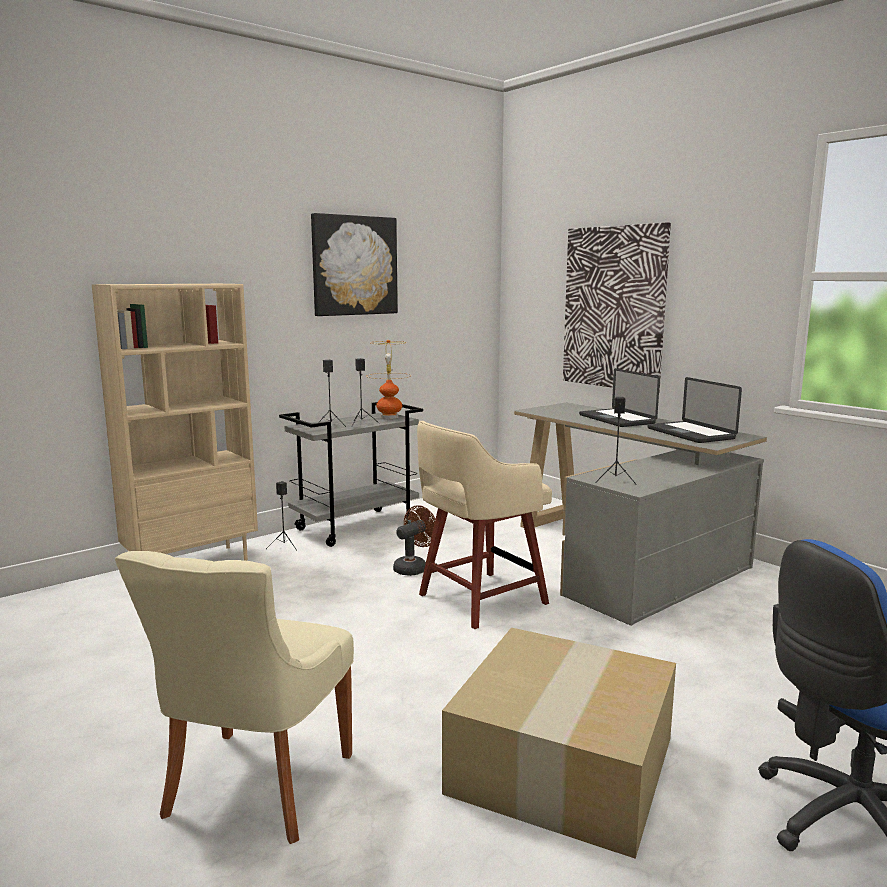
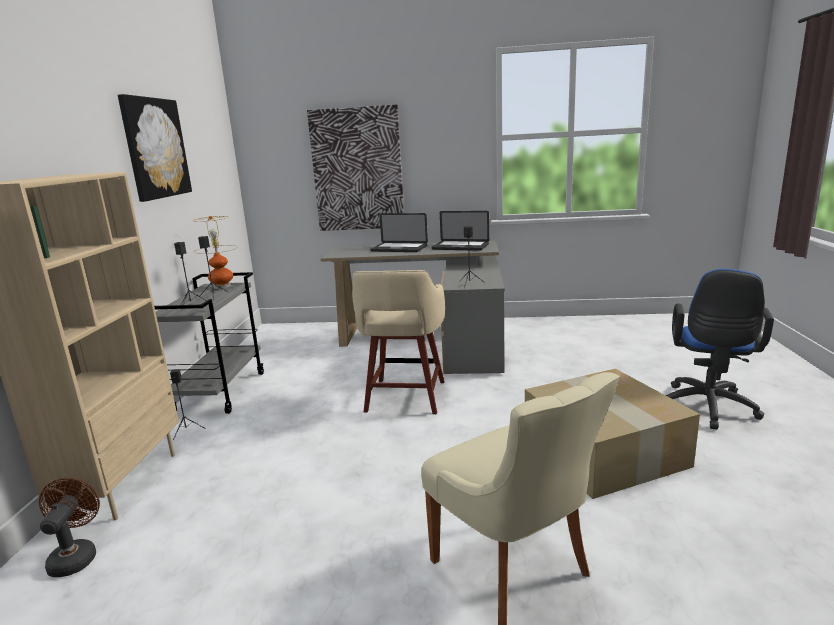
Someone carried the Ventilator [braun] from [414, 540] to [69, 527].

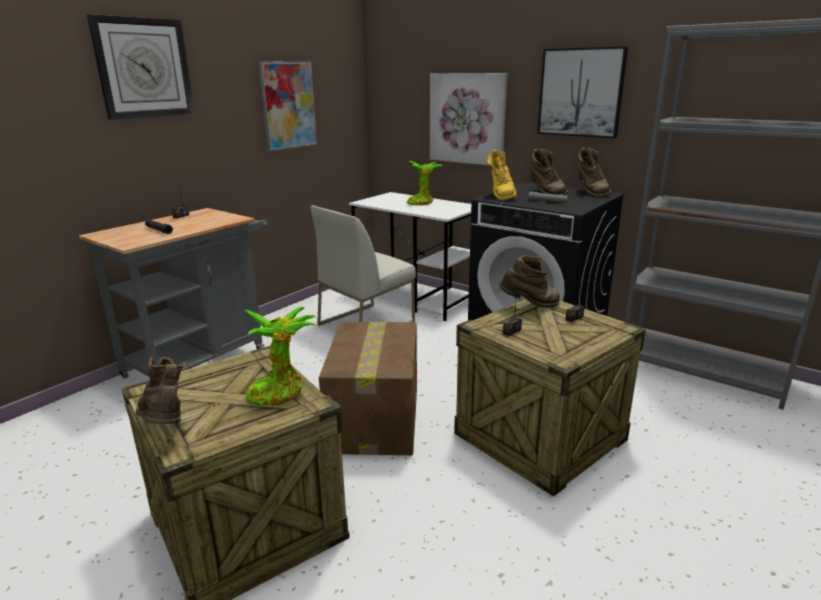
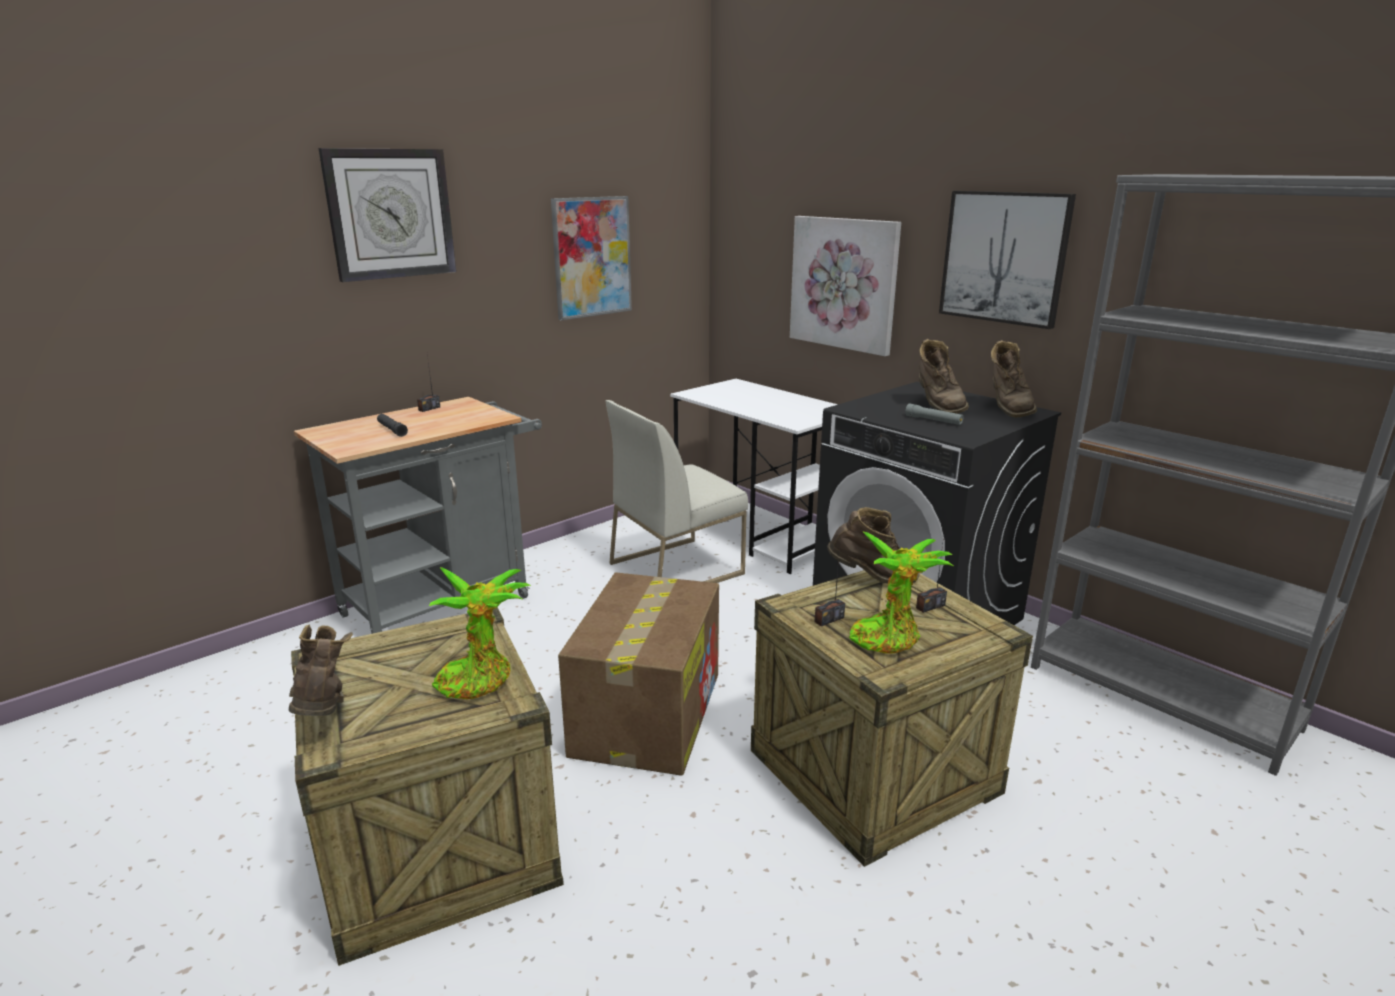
Someone carried the Topfpflanze from [424, 183] to [901, 592].
Someone took away the Stiefel [gelb] at [502, 175].

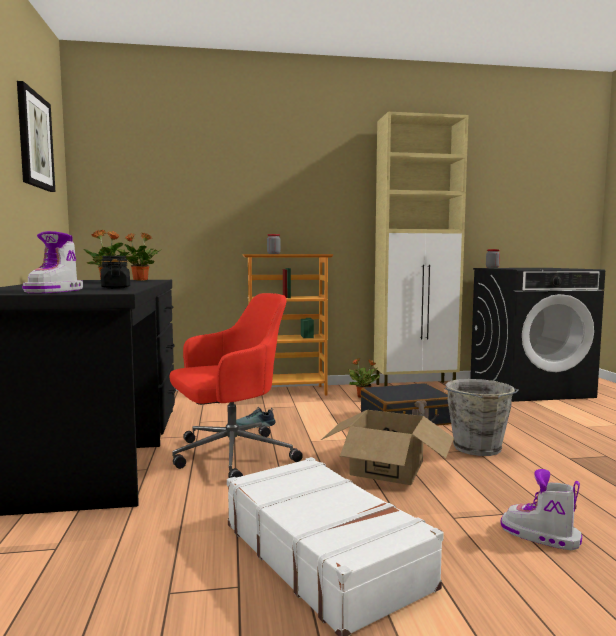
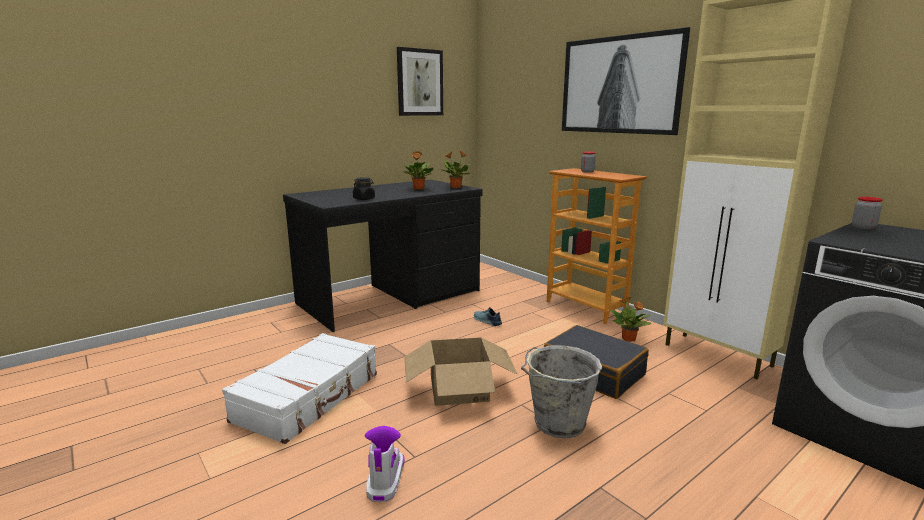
Someone put up the Bild at [626, 81].
Someone took away the Stiefel at [52, 262].
Someone took away the Bürostuhl [rot] at [236, 385].

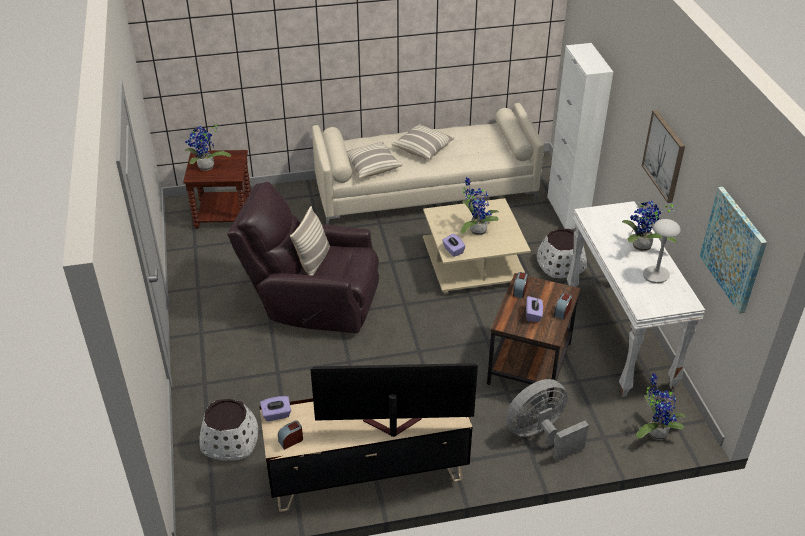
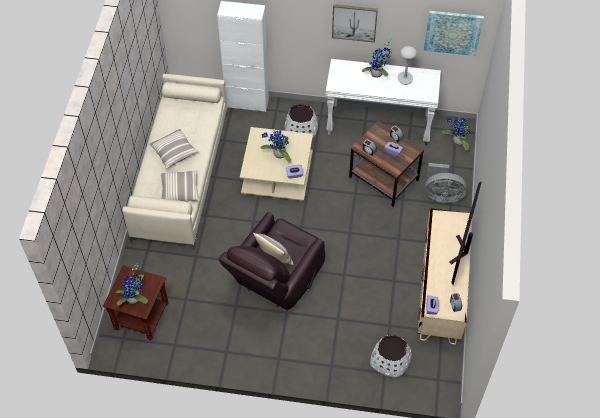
Someone rotated the Ventilator [grau] at [547, 420] by 75 degrees counterclockwise.

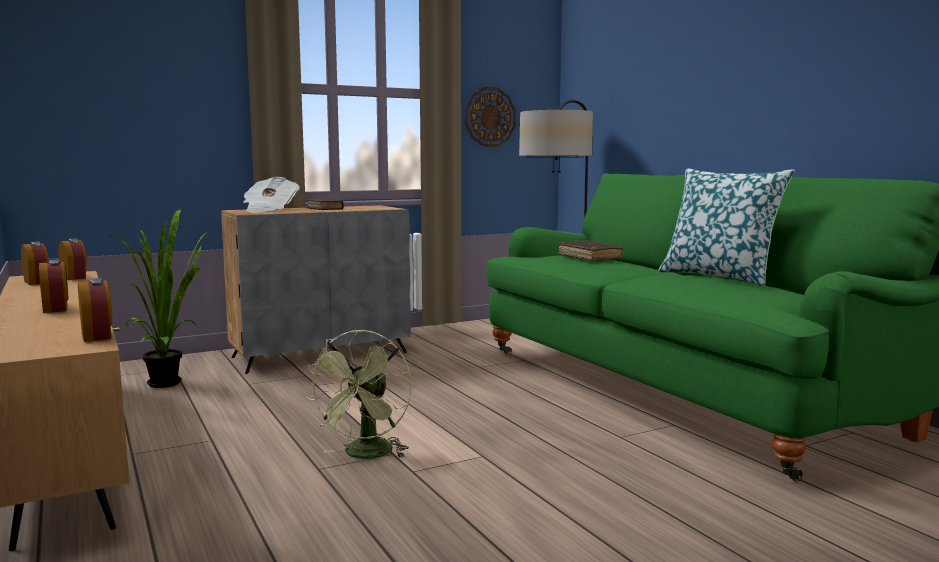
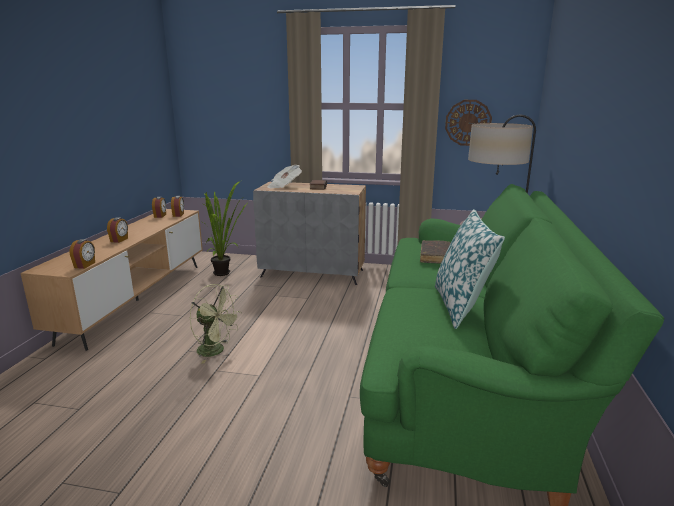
Someone rotated the Ventilator [grün] at [358, 394] by 120 degrees counterclockwise.

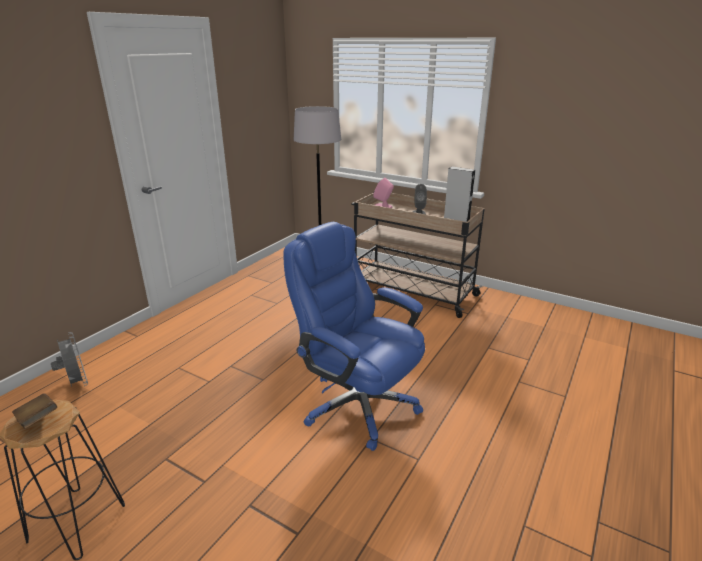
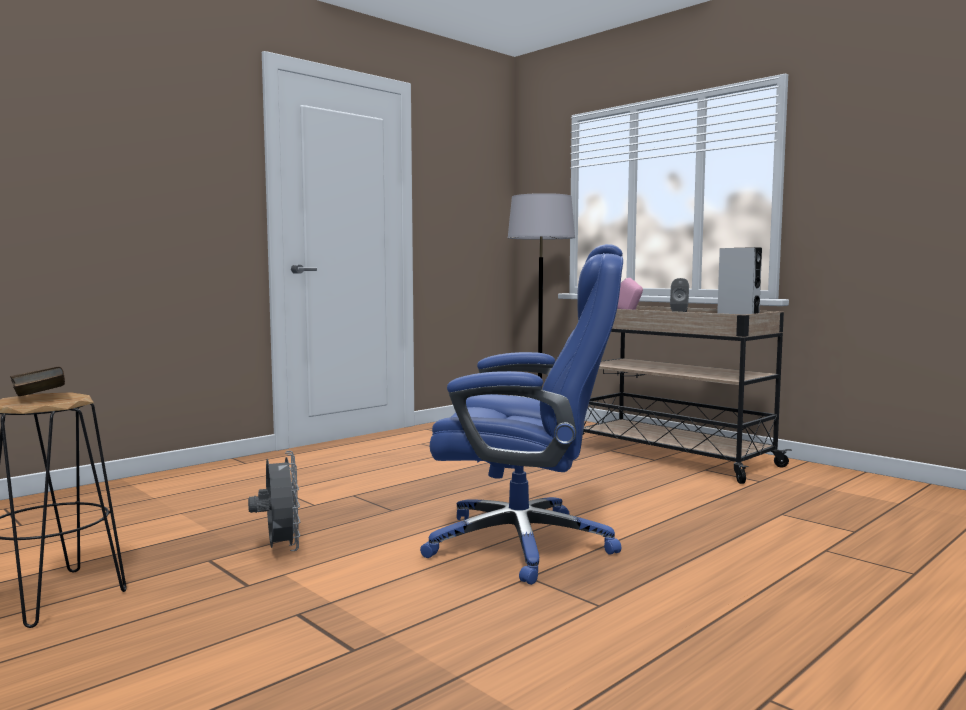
Someone carried the Ventilator [grau] from [69, 359] to [274, 501].
Someone rotated the Bürostuhl [blau] at [354, 336] by 135 degrees clockwise.

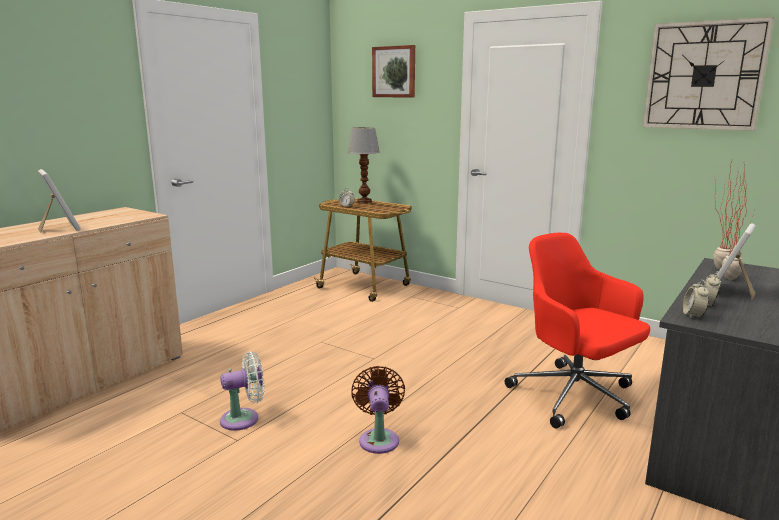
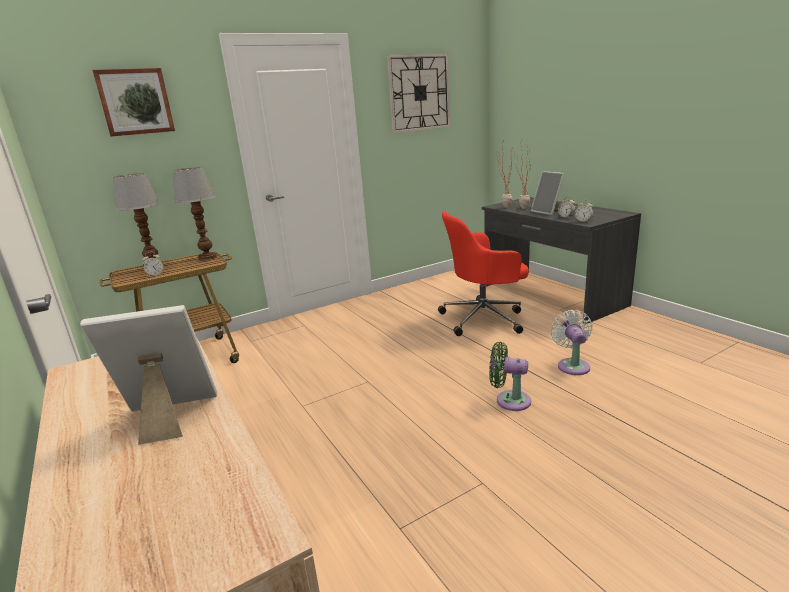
Someone put down the Tischlampe at [195, 213].
Someone repainted the Ventilator [braun] at [378, 410], which became the Ventilator [grün] at [510, 376].
Someone carried the Ventilator [weiß] from [242, 391] to [571, 342].

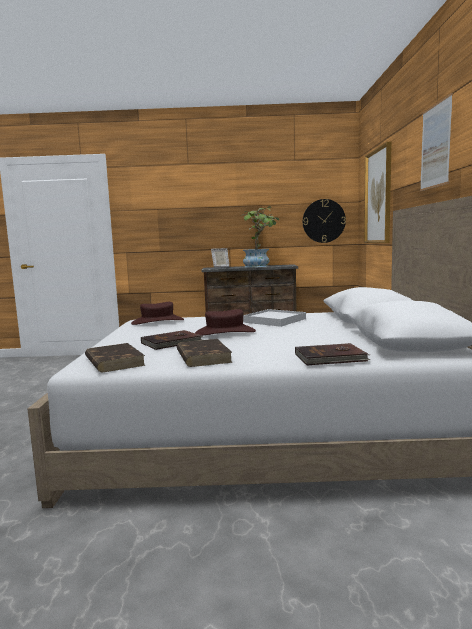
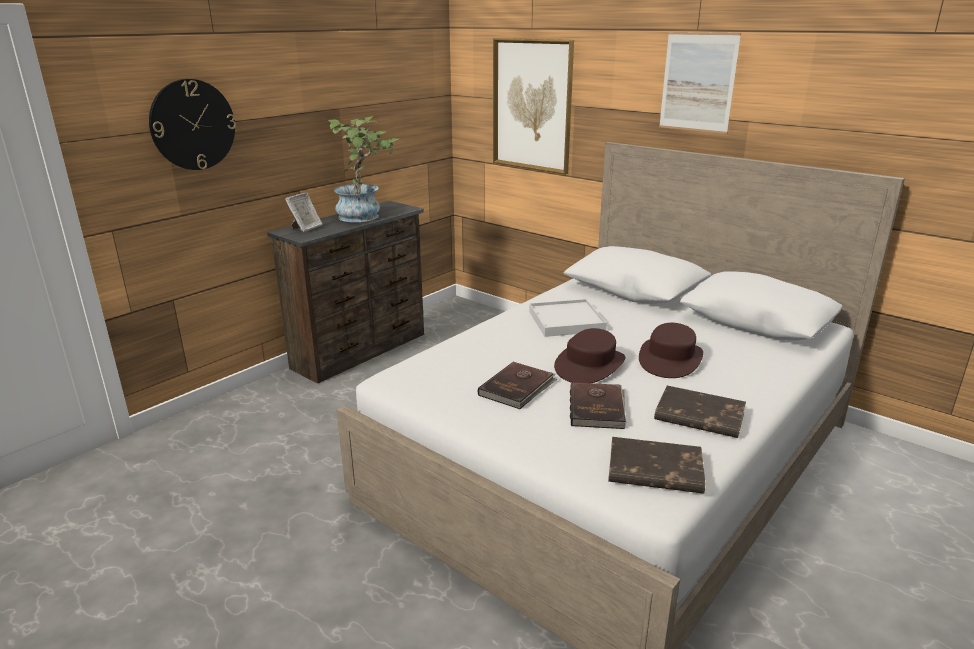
Someone carried the Wanduhr from [324, 221] to [192, 124].
Someone carried the Buch [braun] from [332, 354] to [517, 385].
Someone carried the Hut [braun] from [157, 313] to [671, 350].

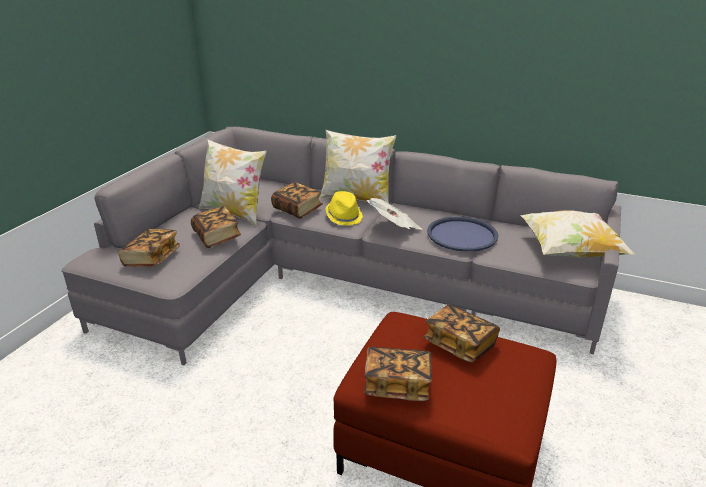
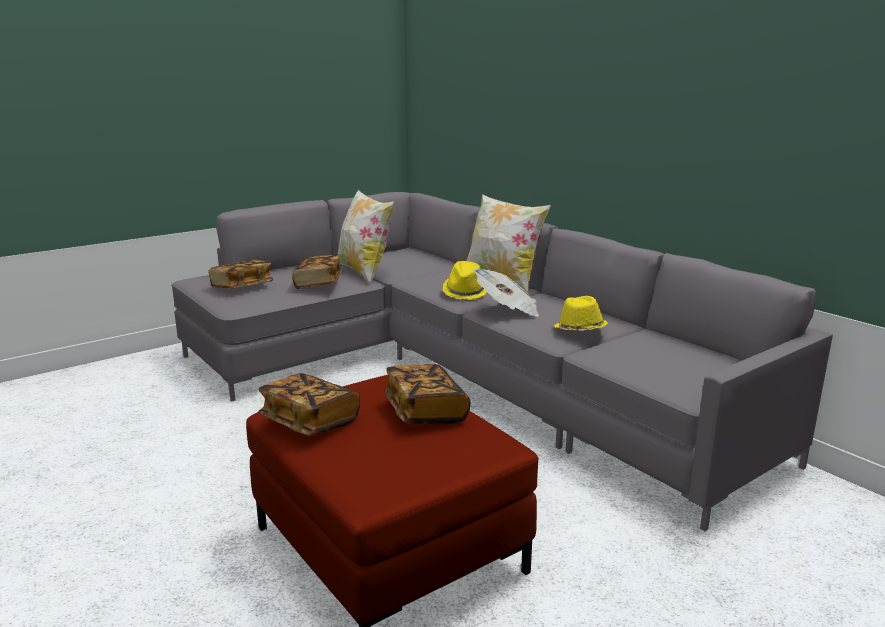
Someone swapped the Tablett [blau] at [462, 234] for the Hut [gelb] at [580, 313].
Someone took away the Buch at [297, 200].
Someone took away the Kissen at [577, 234].

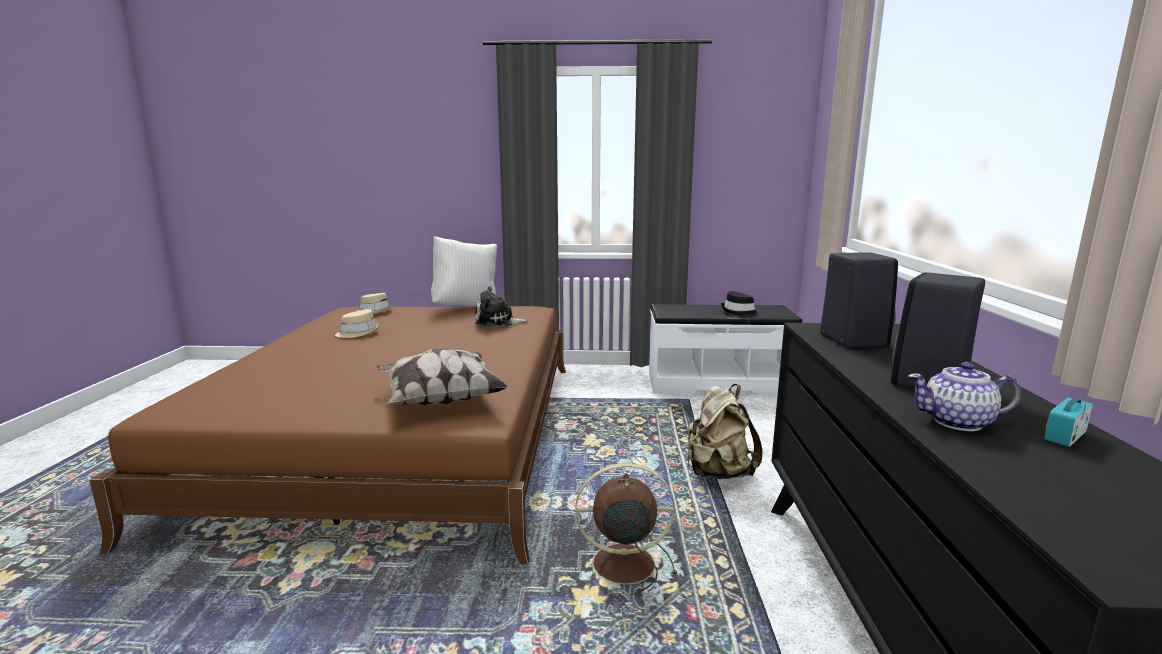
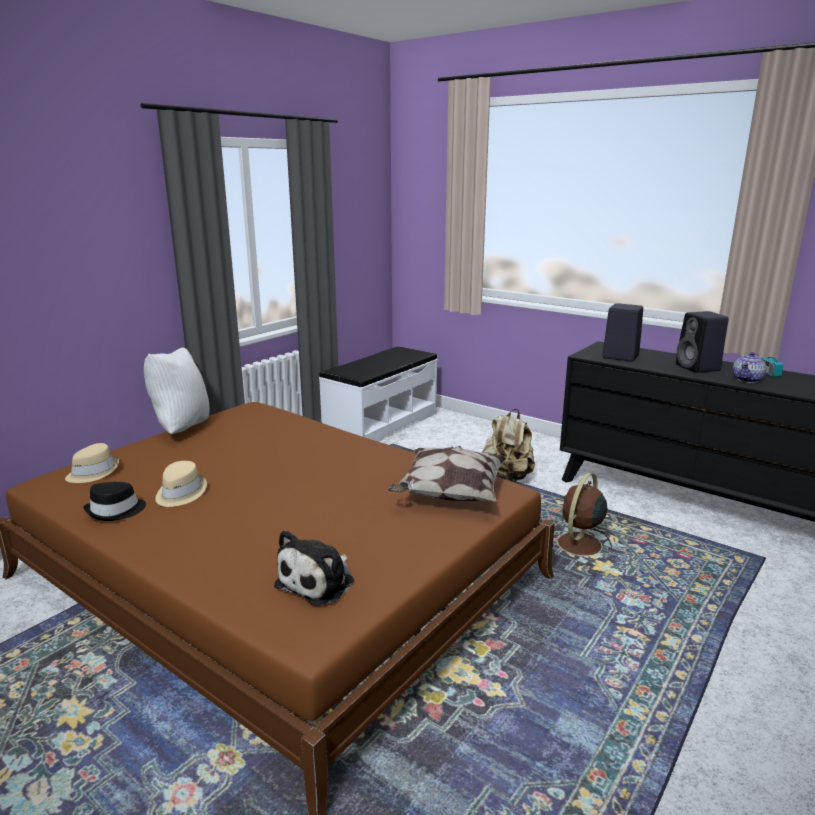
Someone carried the Hut [schwarz] from [740, 303] to [115, 501].
Someone carried the Plüschtier from [502, 306] to [314, 568].

